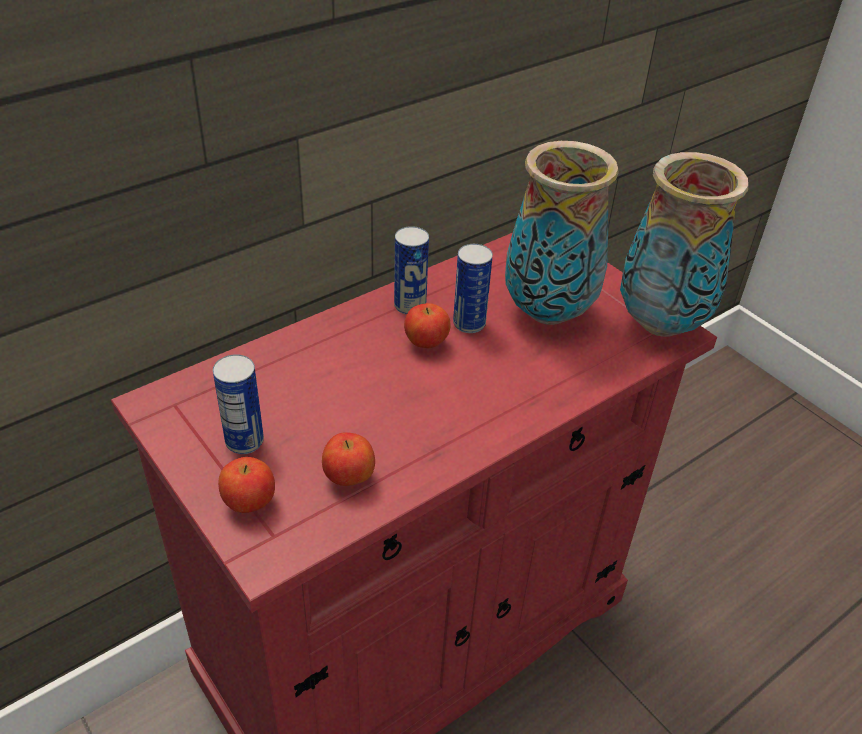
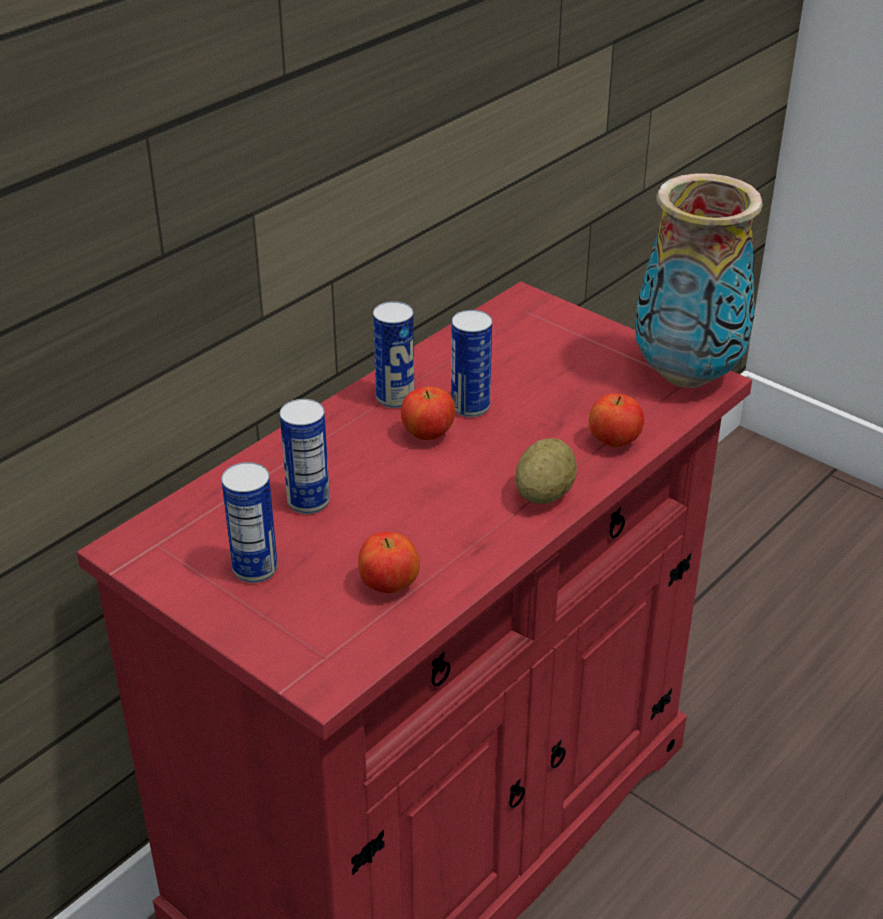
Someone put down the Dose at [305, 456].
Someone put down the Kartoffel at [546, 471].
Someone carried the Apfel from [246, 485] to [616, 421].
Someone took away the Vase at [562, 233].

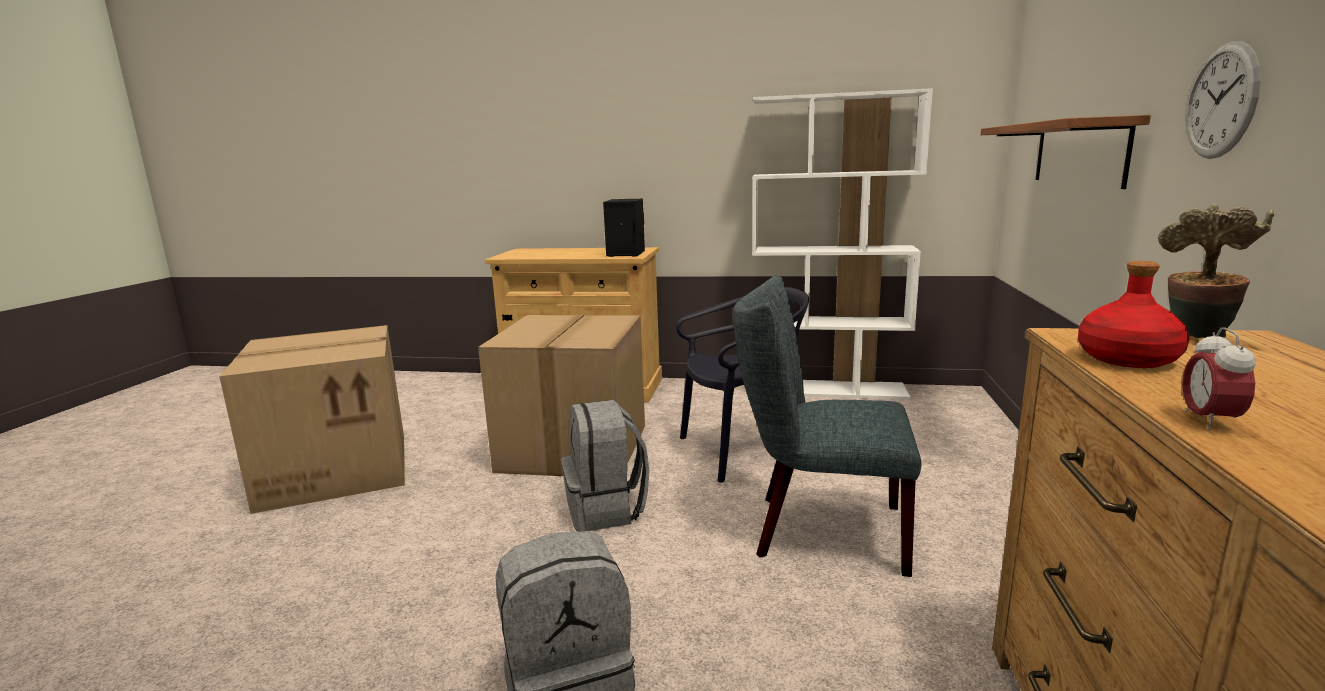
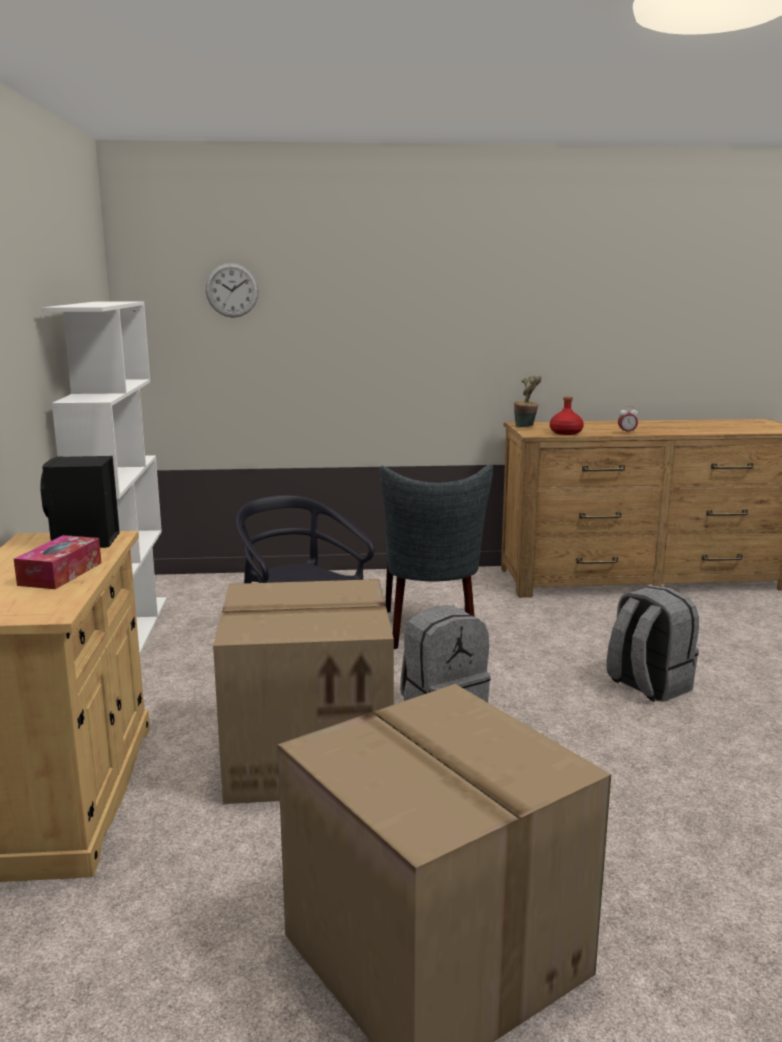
Someone put down the Taschentuchbox at [57, 562].
Someone carried the Wanduhr from [1223, 100] to [232, 290].
Someone took away the Wandregal at [1066, 152].

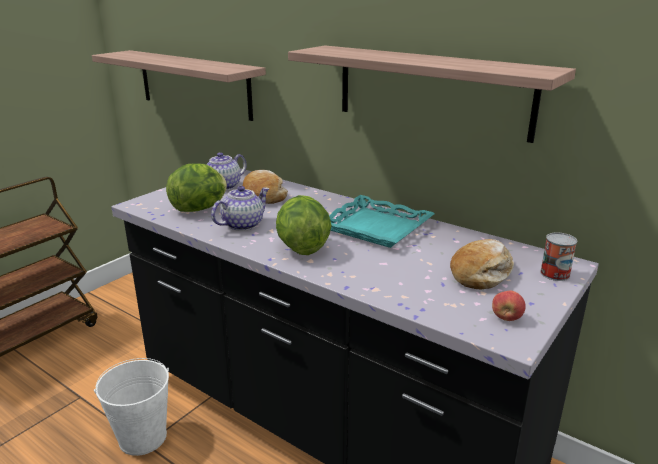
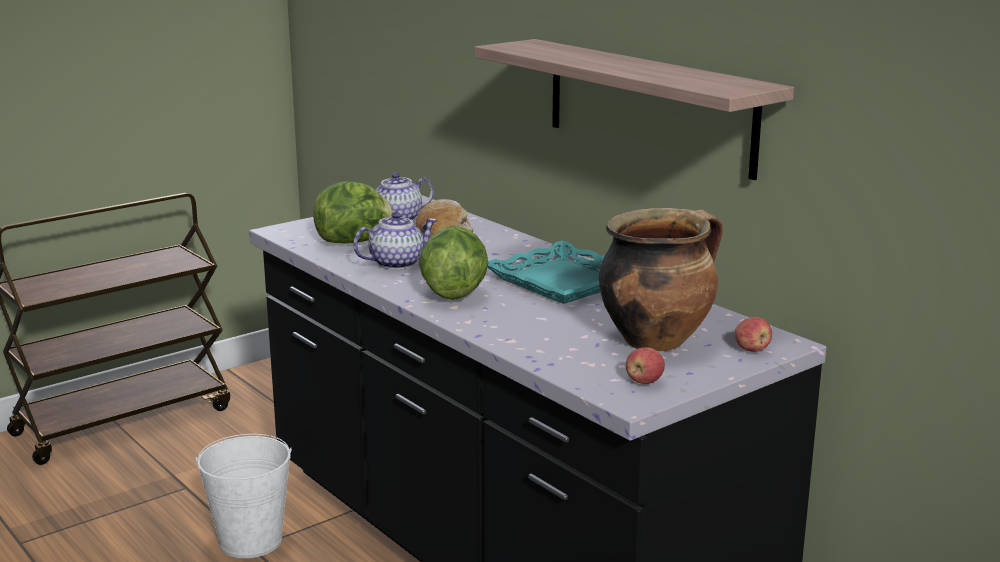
Someone swapped the Brot at [482, 264] for the Kochtopf at [661, 279].
Someone swapped the Dose at [558, 256] for the Apfel at [753, 334].
Someone took away the Wandregal at [179, 85].

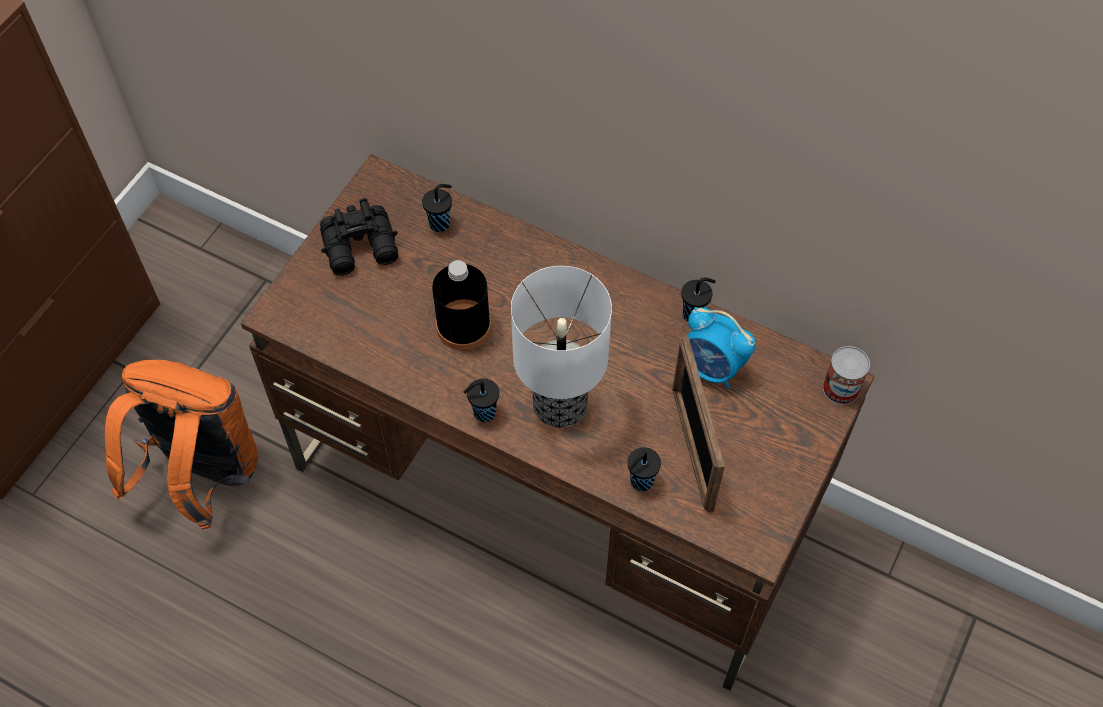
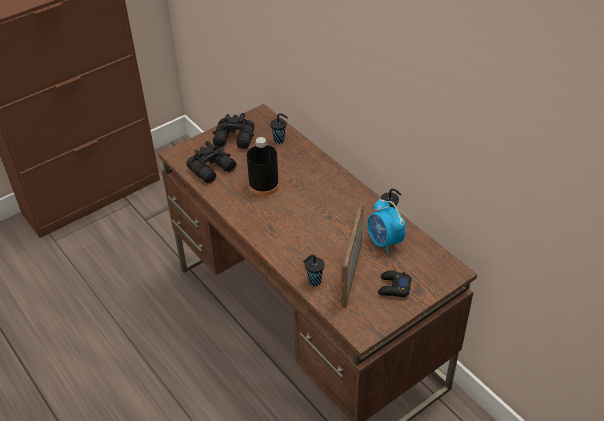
Someone put down the Fernglas [schwarz] at [211, 162].
Someone put down the Gamepad [schwarz] at [395, 284].
Someone took away the Rucksack [orange] at [182, 445].
Someone took away the Tasse [schwarz] at [481, 400].
Someone took away the Tischlampe at [561, 347].
Someone took away the Dose at [846, 375].

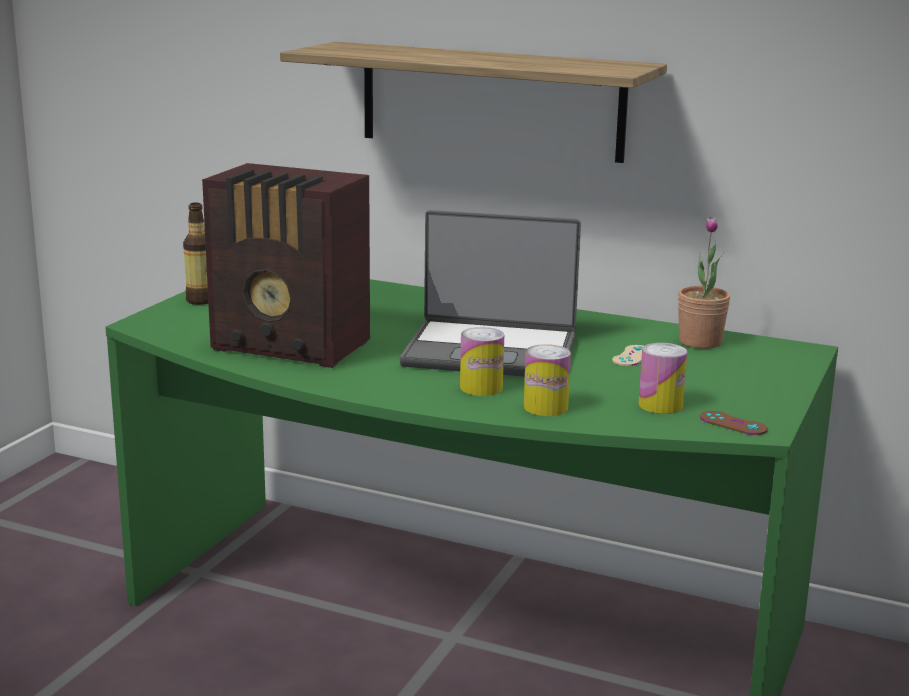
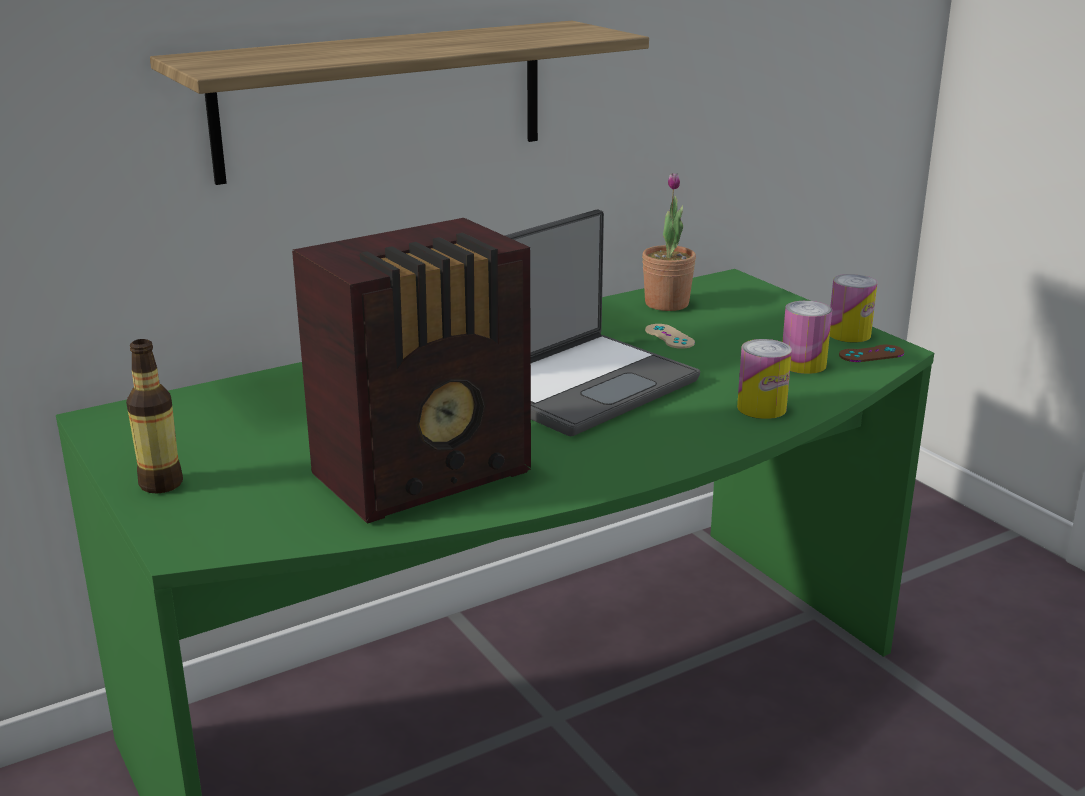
Someone carried the Dose from [482, 361] to [853, 308].

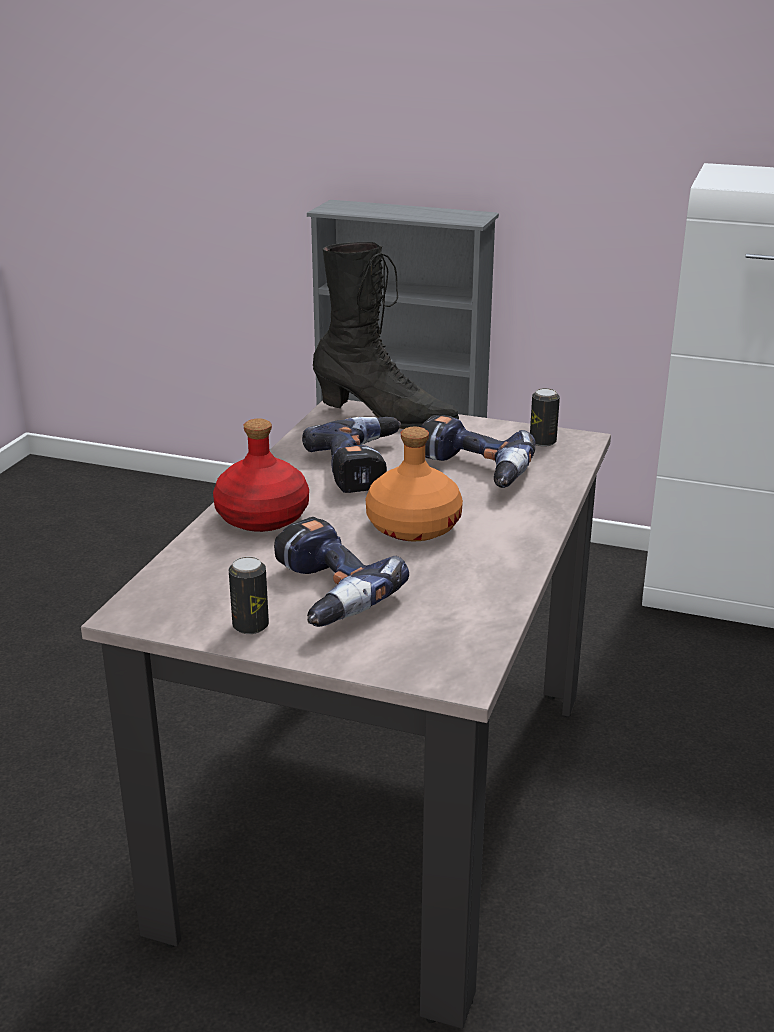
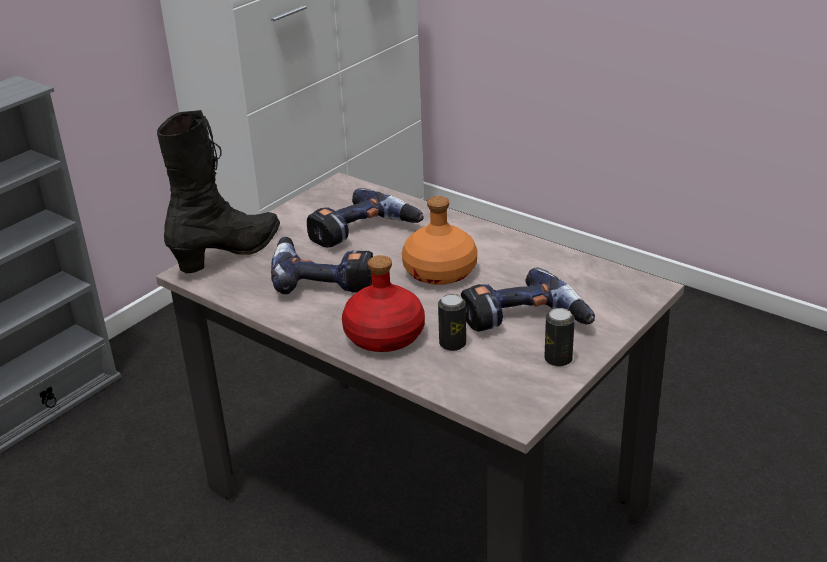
Someone carried the Dose from [545, 417] to [452, 322].

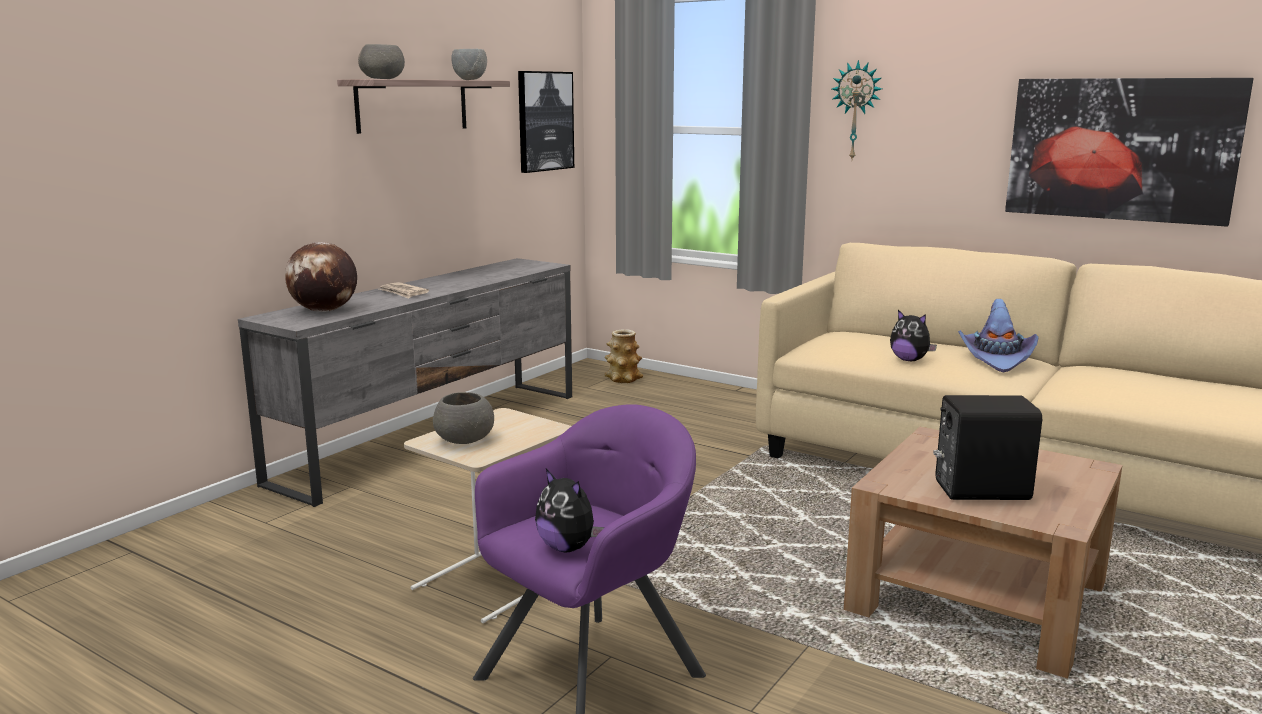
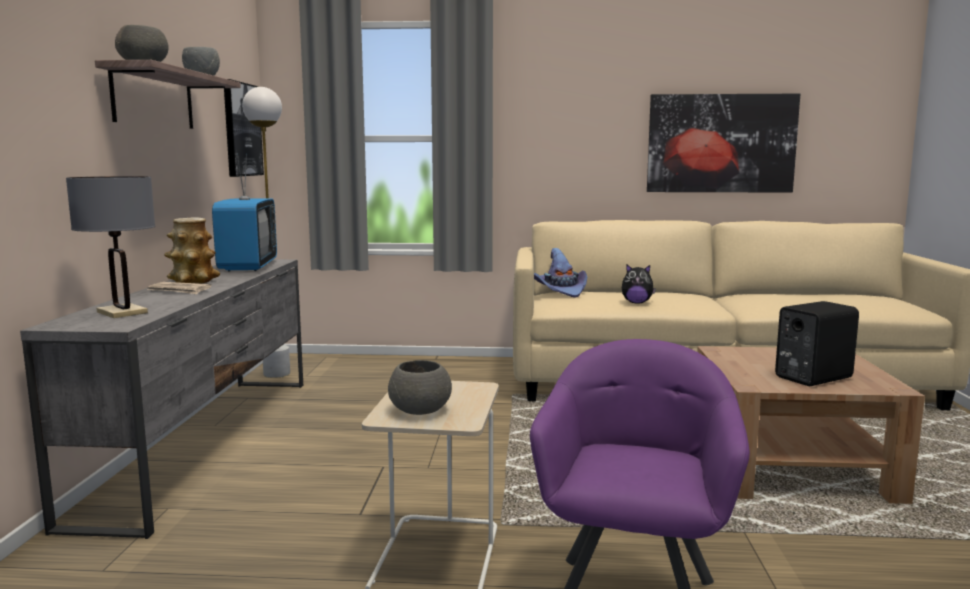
Someone swapped the Globus at [321, 277] for the Tischlampe [grau] at [110, 247].
Someone carried the Vase from [623, 356] to [192, 250].
Someone put down the Fernseher at [244, 213].
Someone put down the Stehlampe [weiß] at [266, 232].
Someone carried the Hut [lila] from [998, 335] to [560, 273].
Someone took away the Plüschtier at [569, 510].
Someone took away the Wanduhr at [857, 109].

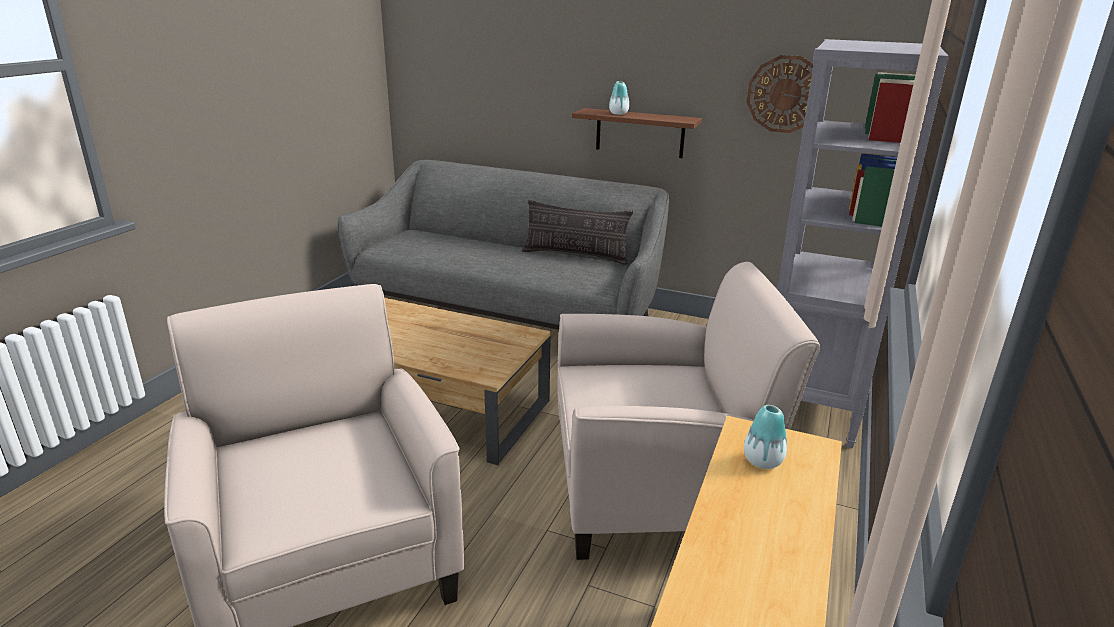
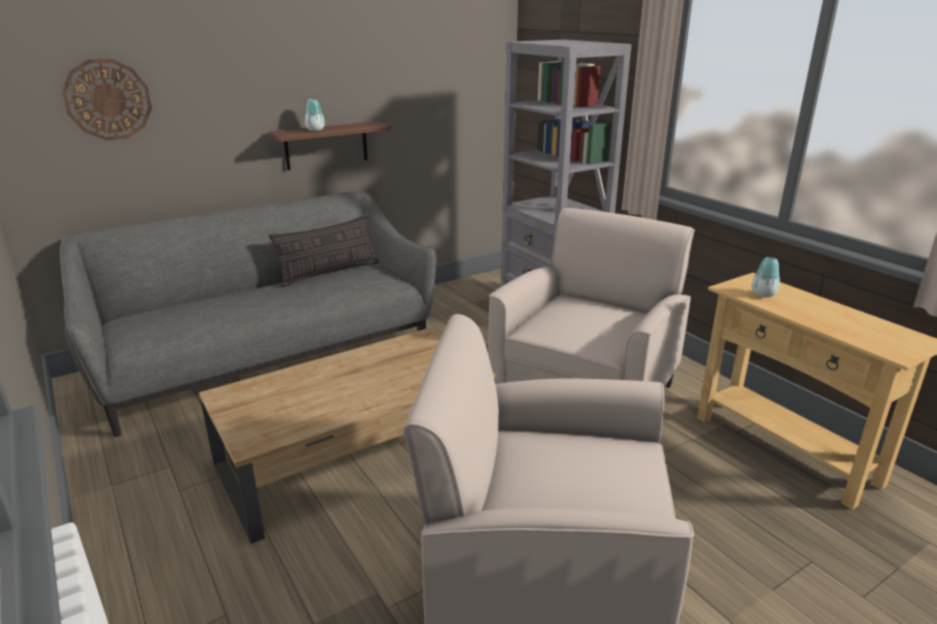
Someone carried the Wanduhr from [780, 94] to [107, 100].

